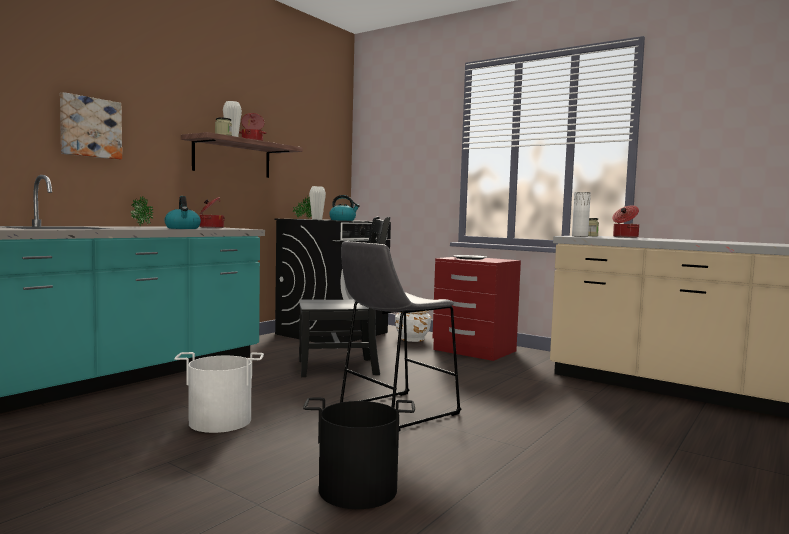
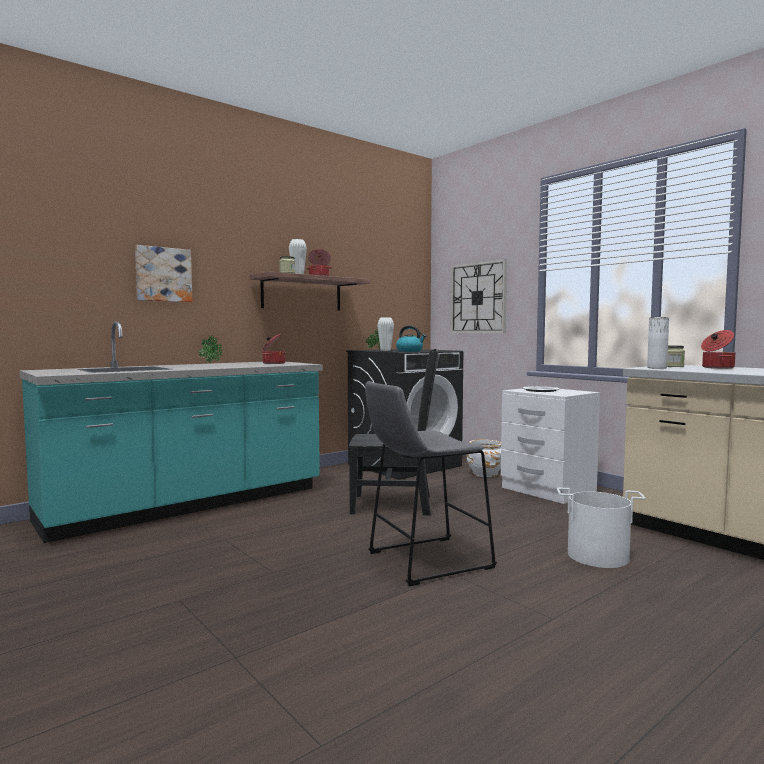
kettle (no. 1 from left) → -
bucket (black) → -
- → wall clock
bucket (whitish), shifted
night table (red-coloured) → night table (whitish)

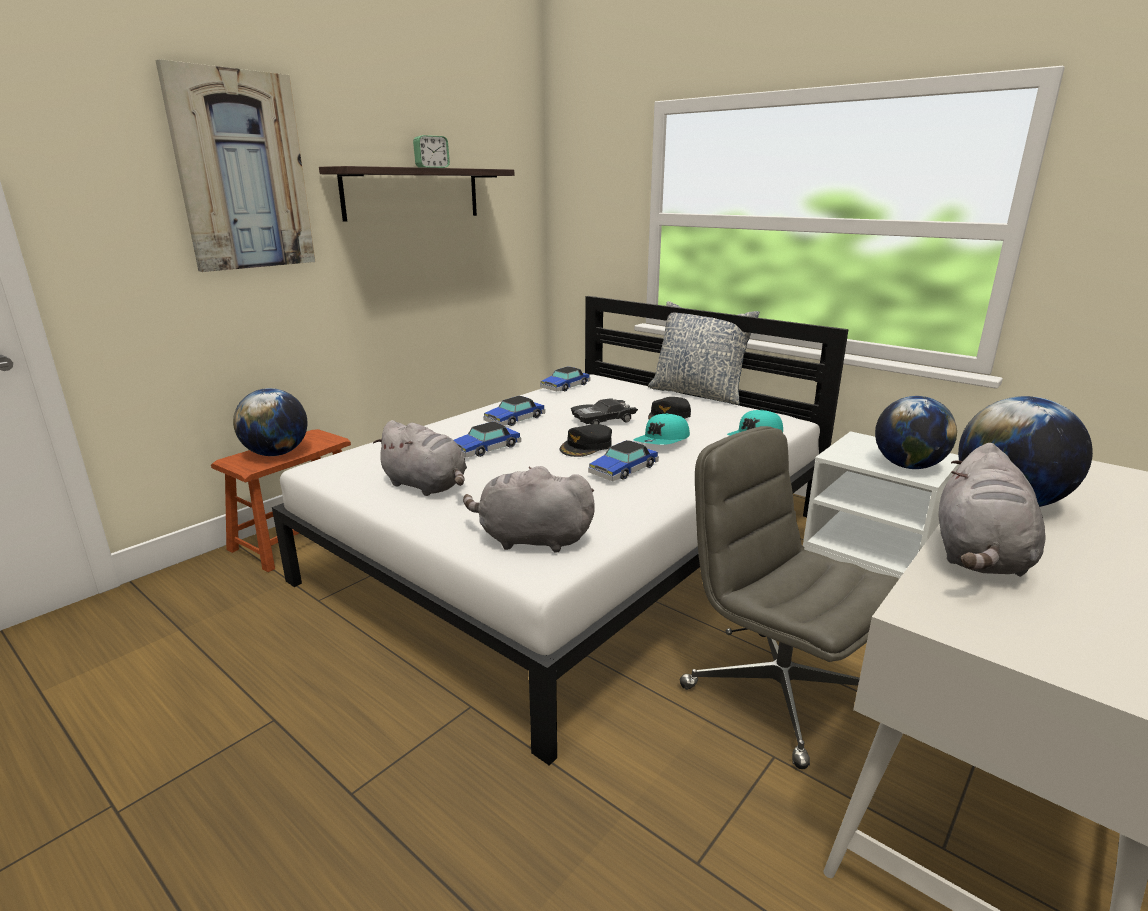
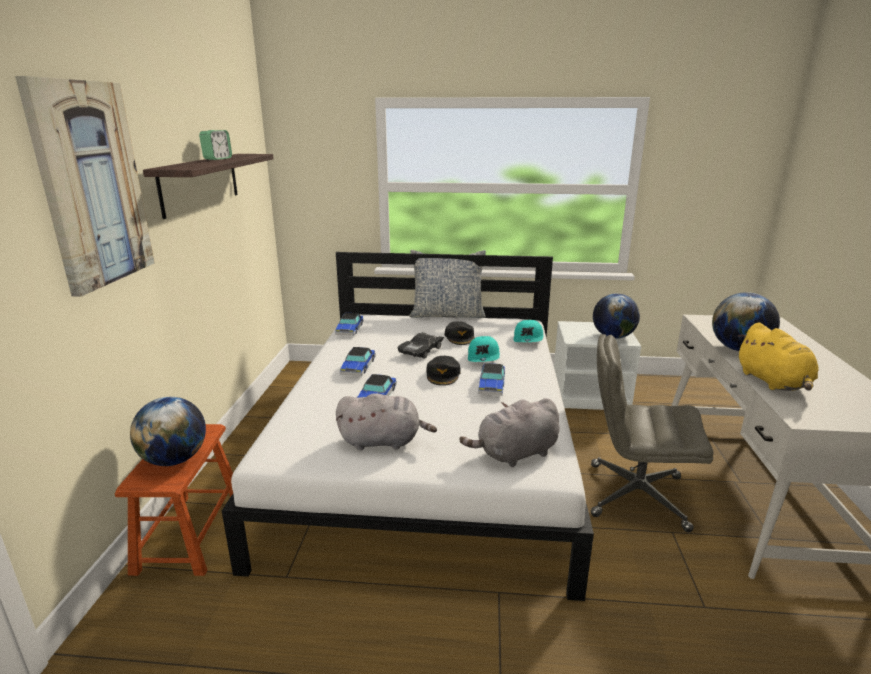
cuddly toy (greyish) (no. 3 from left) → cuddly toy (yellow-coloured)

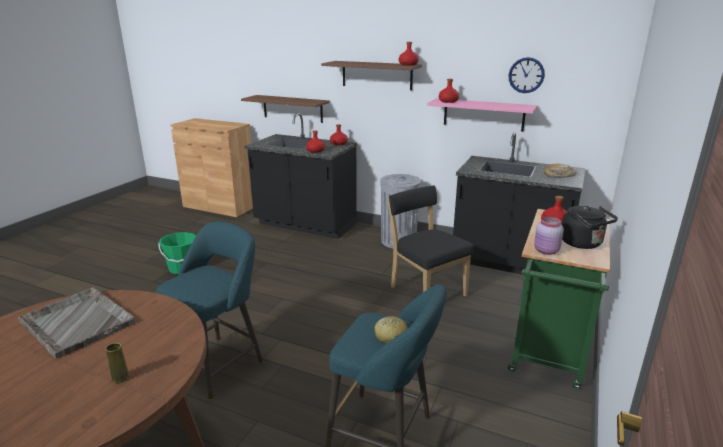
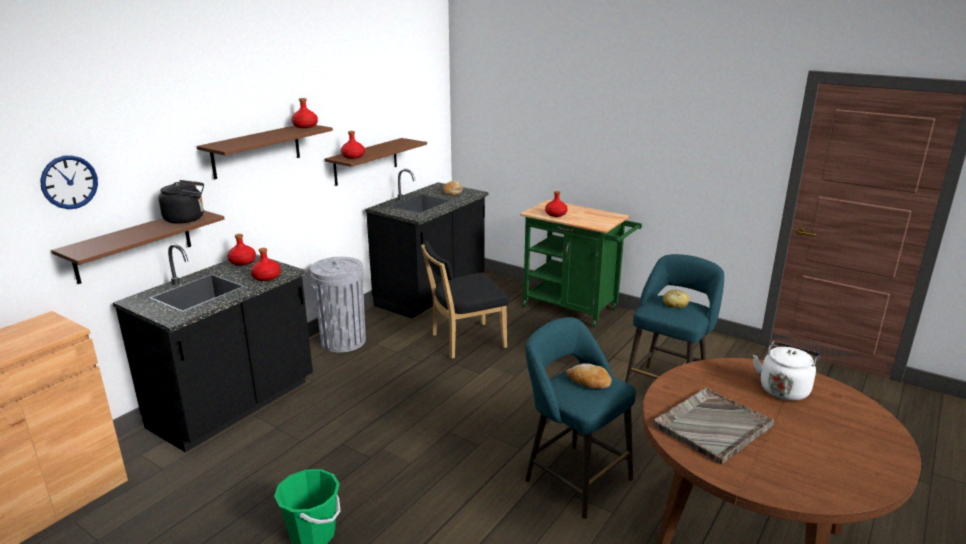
preserve jar (pink-coloured) → -
- → bread (no. 2 from left)
wall clock, shifted
kettle (black), shifted
vase (yellow-coloured) → kettle (whitish)
wall shelf (pink-coloured) → wall shelf (brownish) (no. 3 from left)

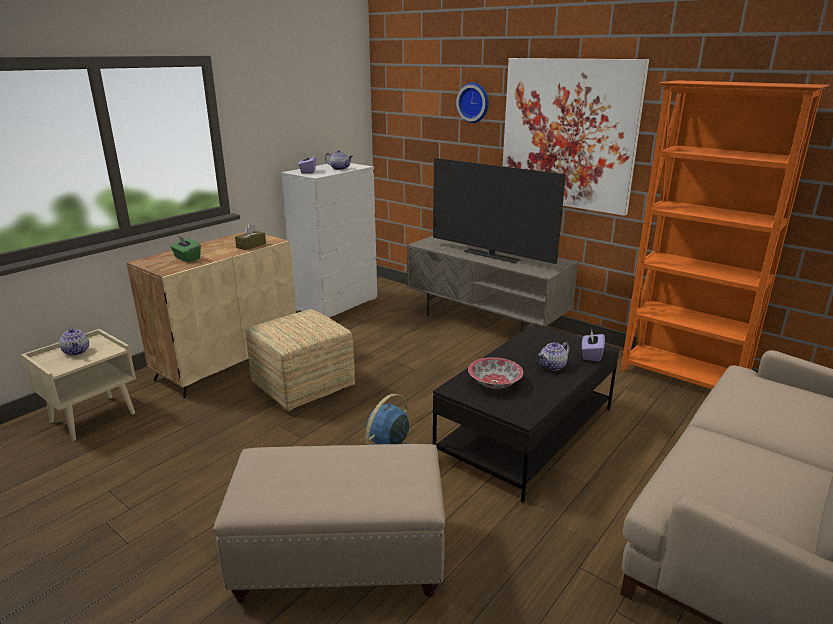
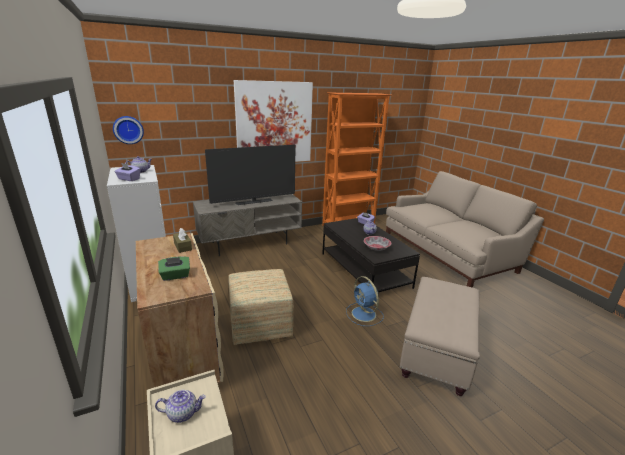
wall clock, shifted

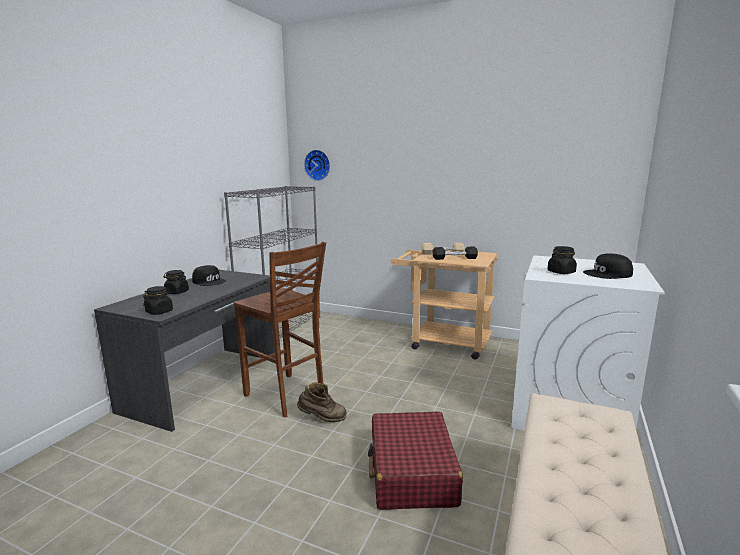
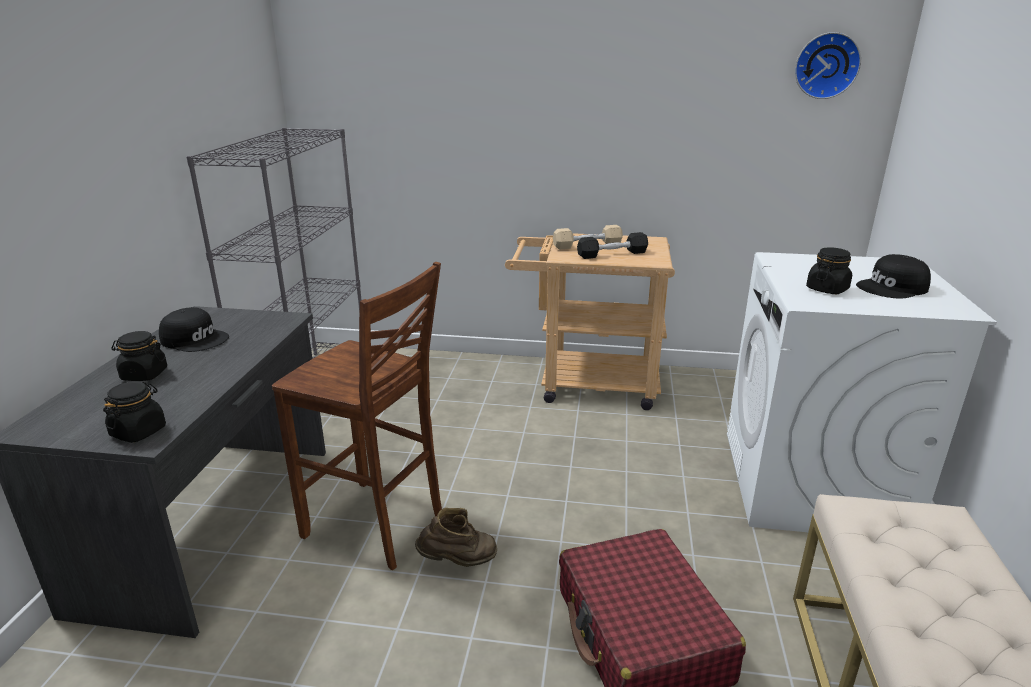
wall clock, shifted

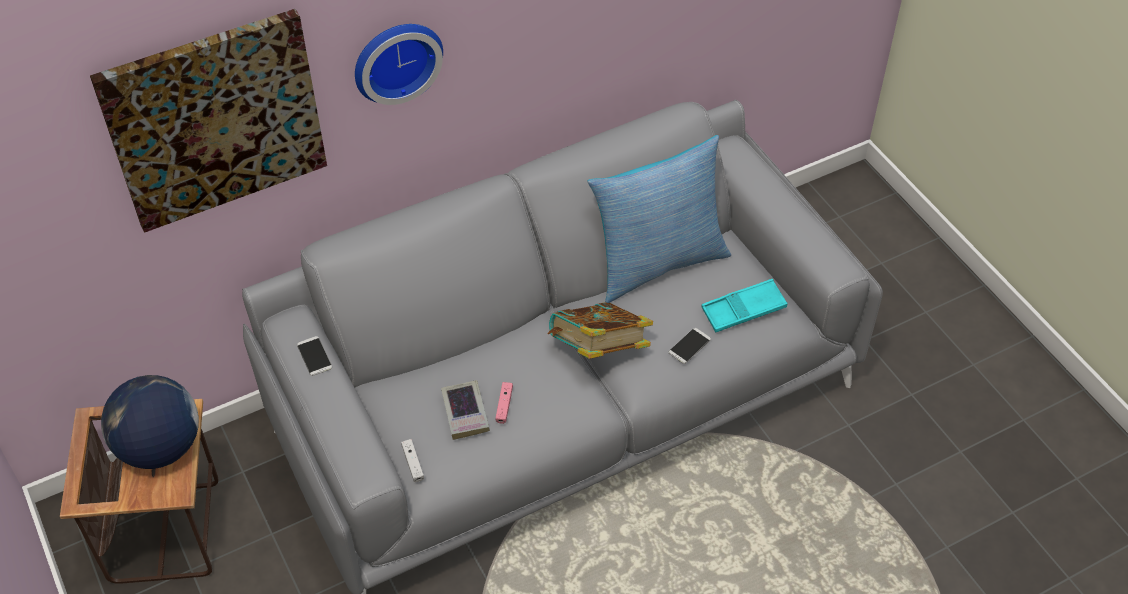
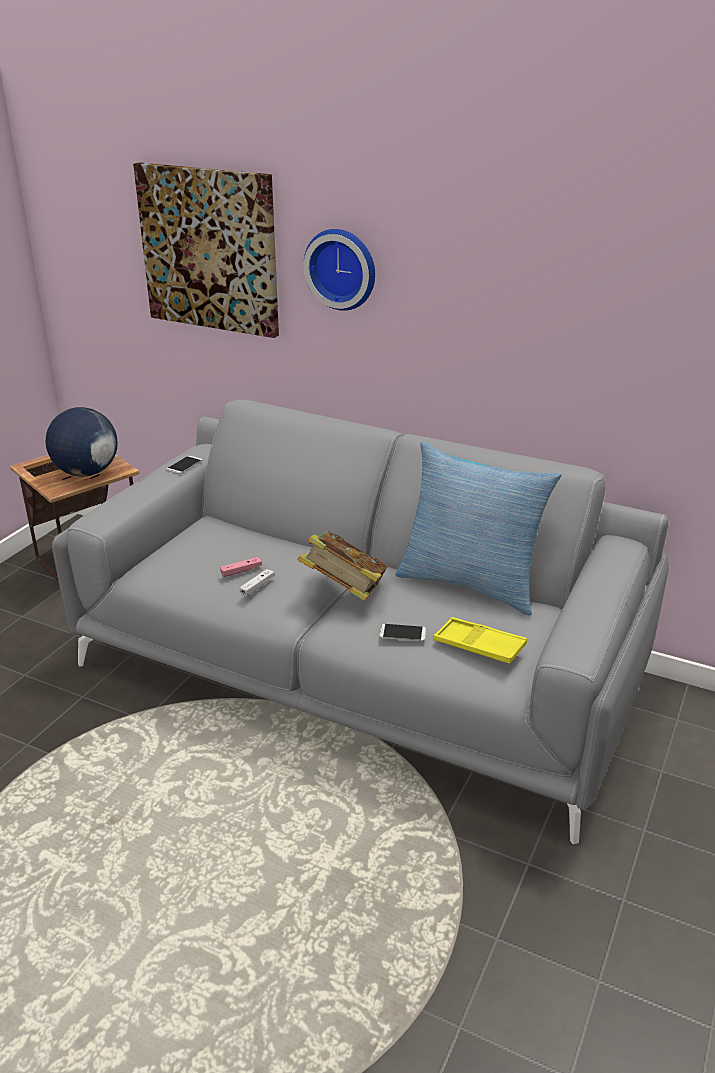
book (no. 1 from left) → -
gamepad (whitish), shifted
tray (turquoise-coloured) → tray (yellow-coloured)

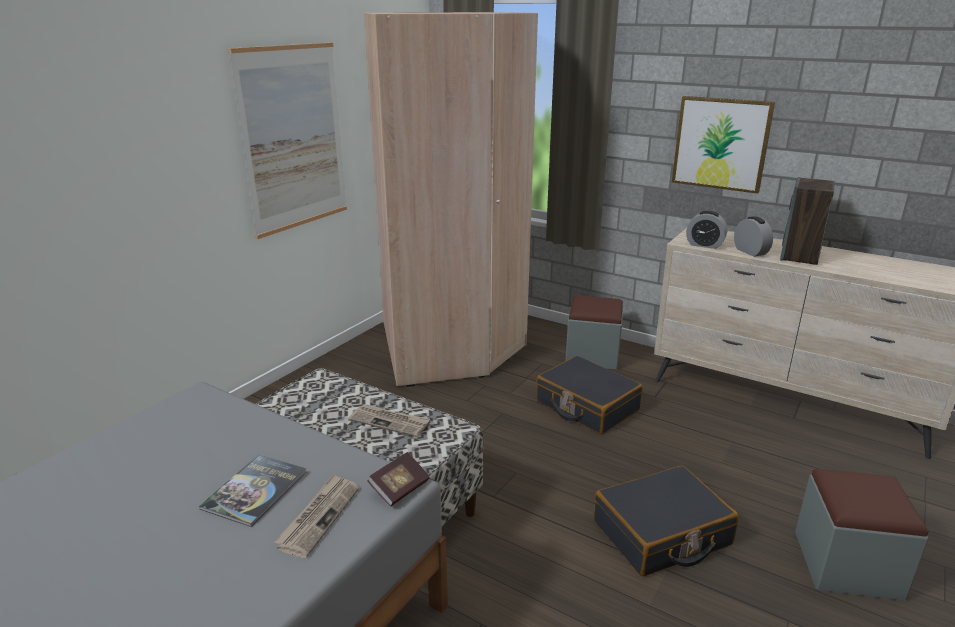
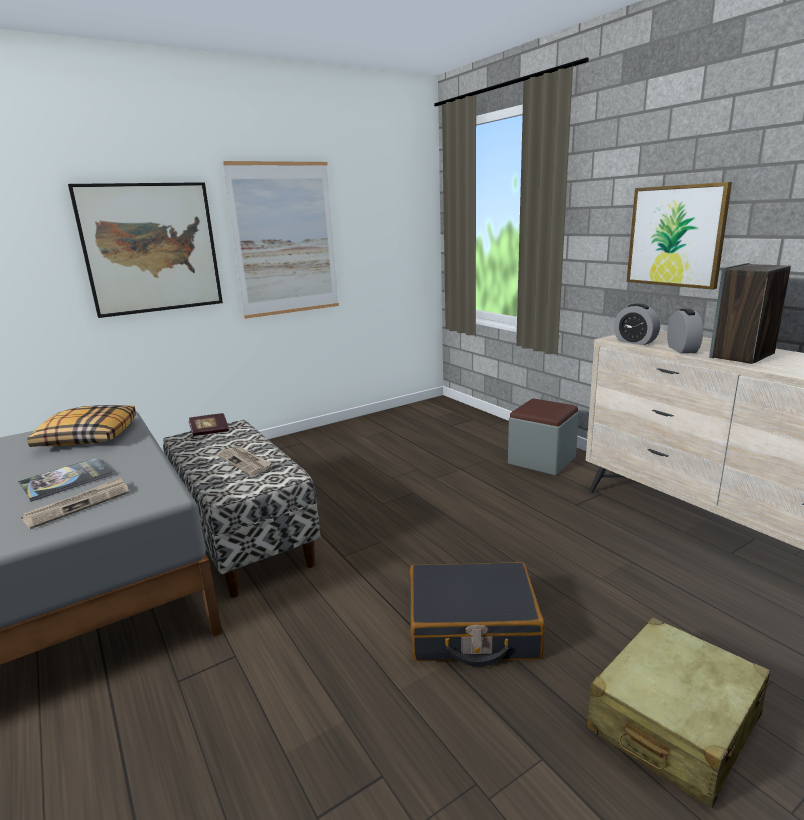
wardrobe (beige-coloured) → -
travel case (black) (no. 1 from left) → -
- → cushion
- → wall picture (no. 1 from left)
book (no. 2 from left), shifted
ottoman (greyish) (no. 2 from left) → travel case (beige-coloured)

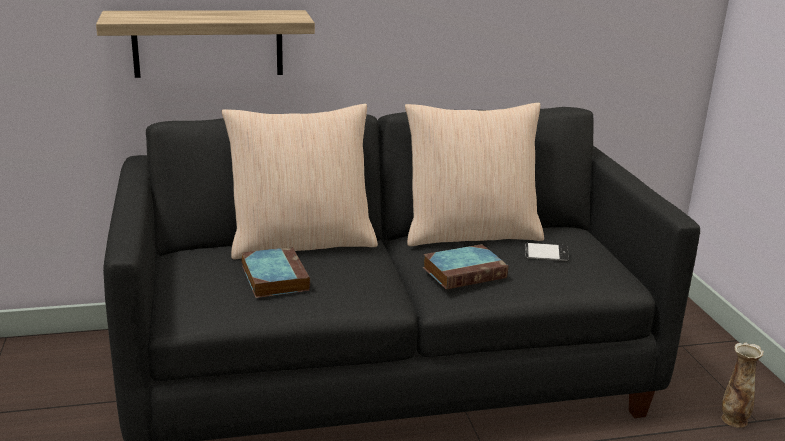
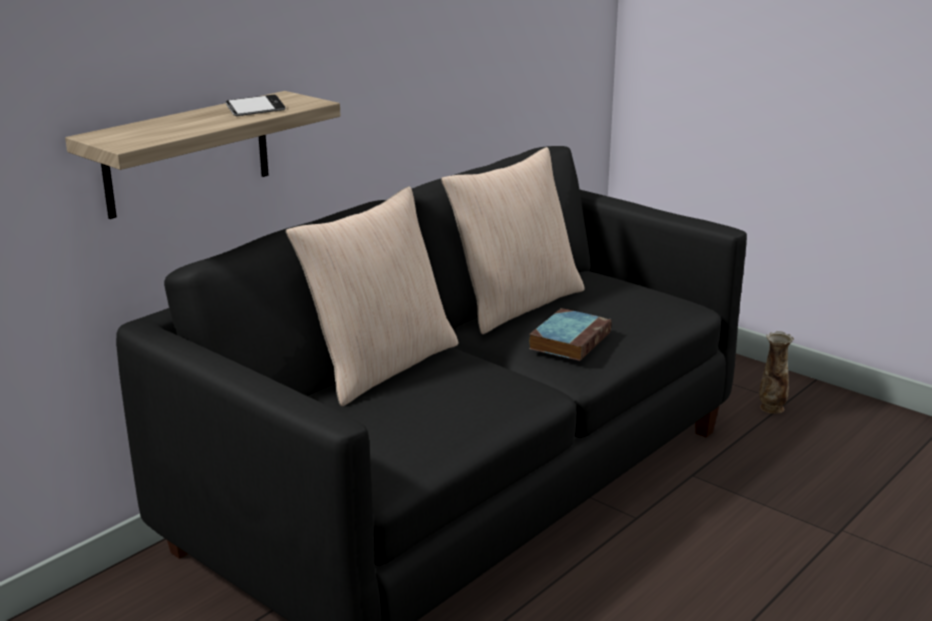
book (no. 1 from left) → -
handset, shifted

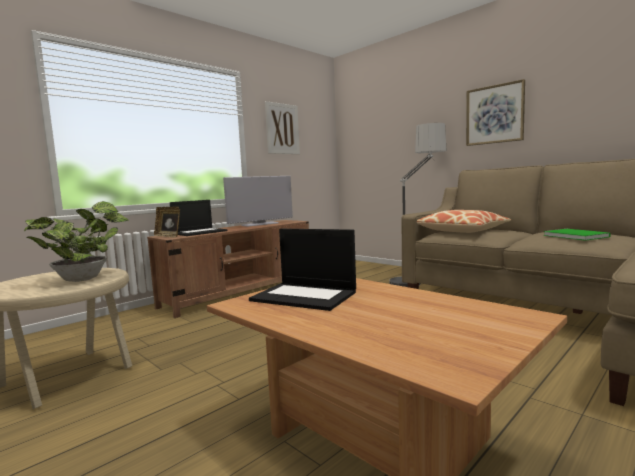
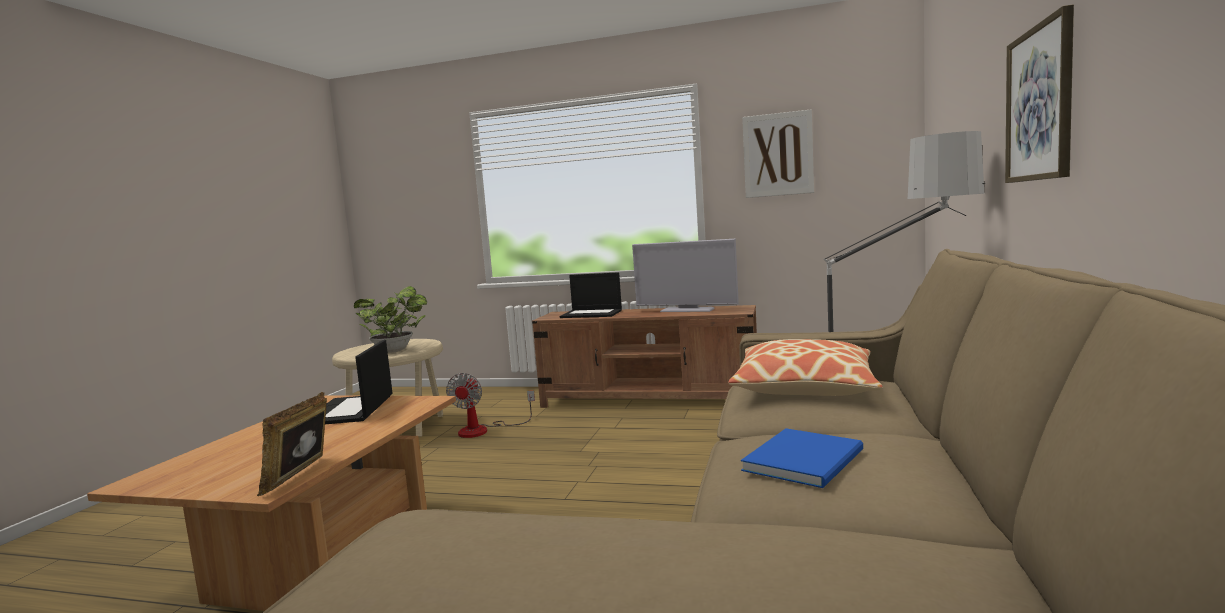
- → cooling fan
picture frame, shifted
book (green) → book (bluish)

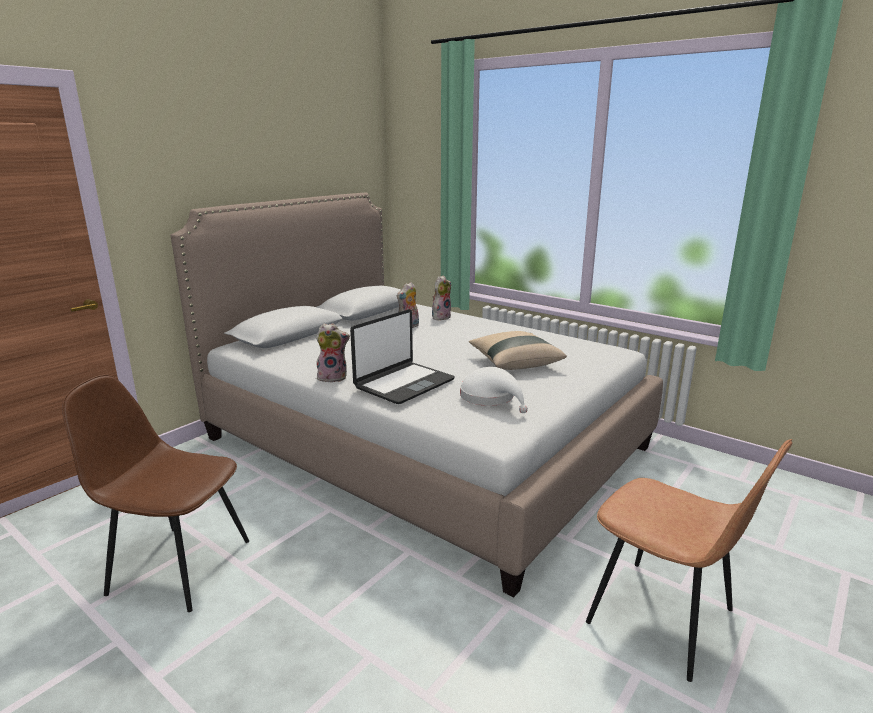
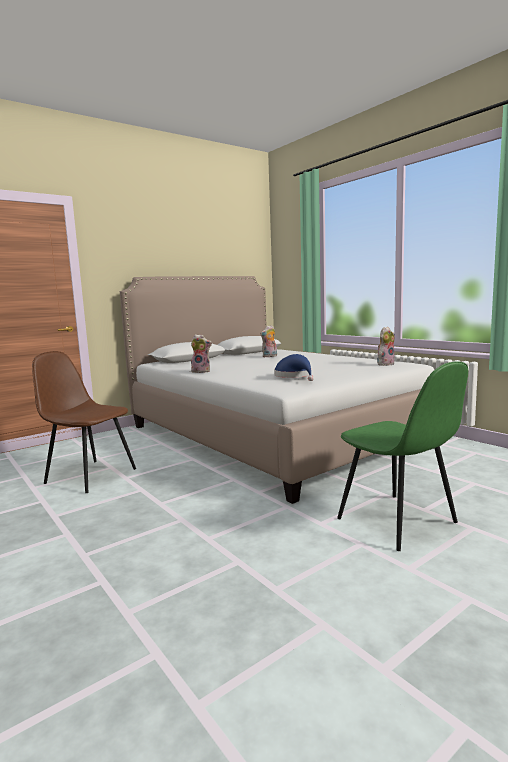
portable computer → -
cushion (beige-coloured) → -
cuddly toy (no. 3 from left), shifted
wearable hat (whitish) → wearable hat (bluish)
upright chair (brownish) (no. 2 from left) → upright chair (green)

